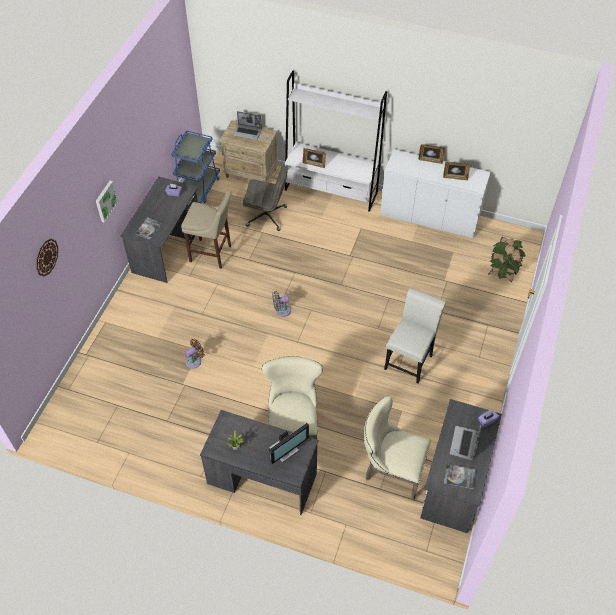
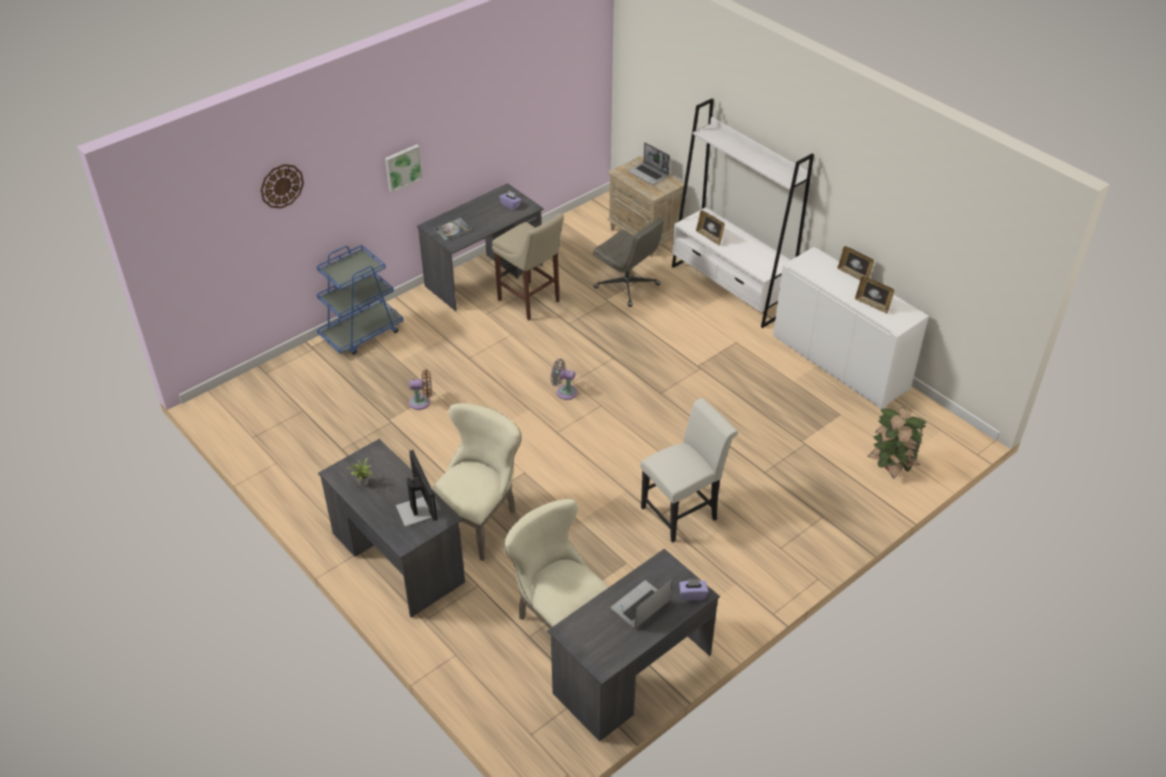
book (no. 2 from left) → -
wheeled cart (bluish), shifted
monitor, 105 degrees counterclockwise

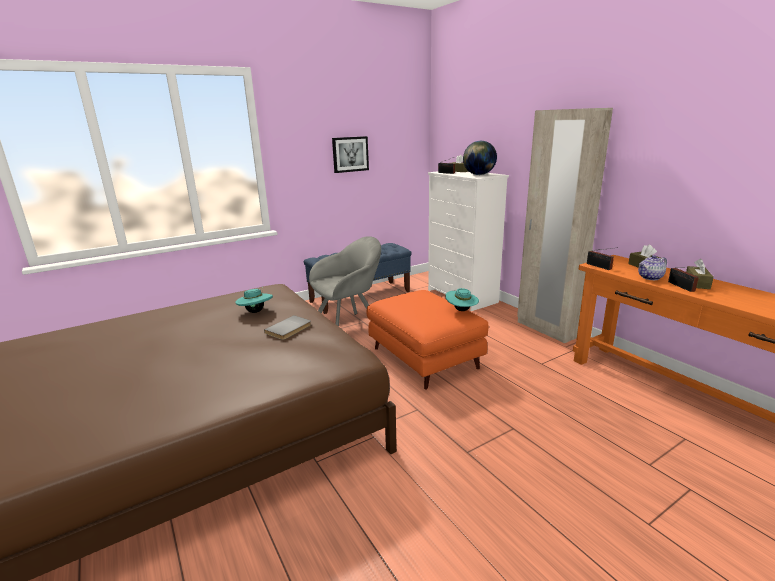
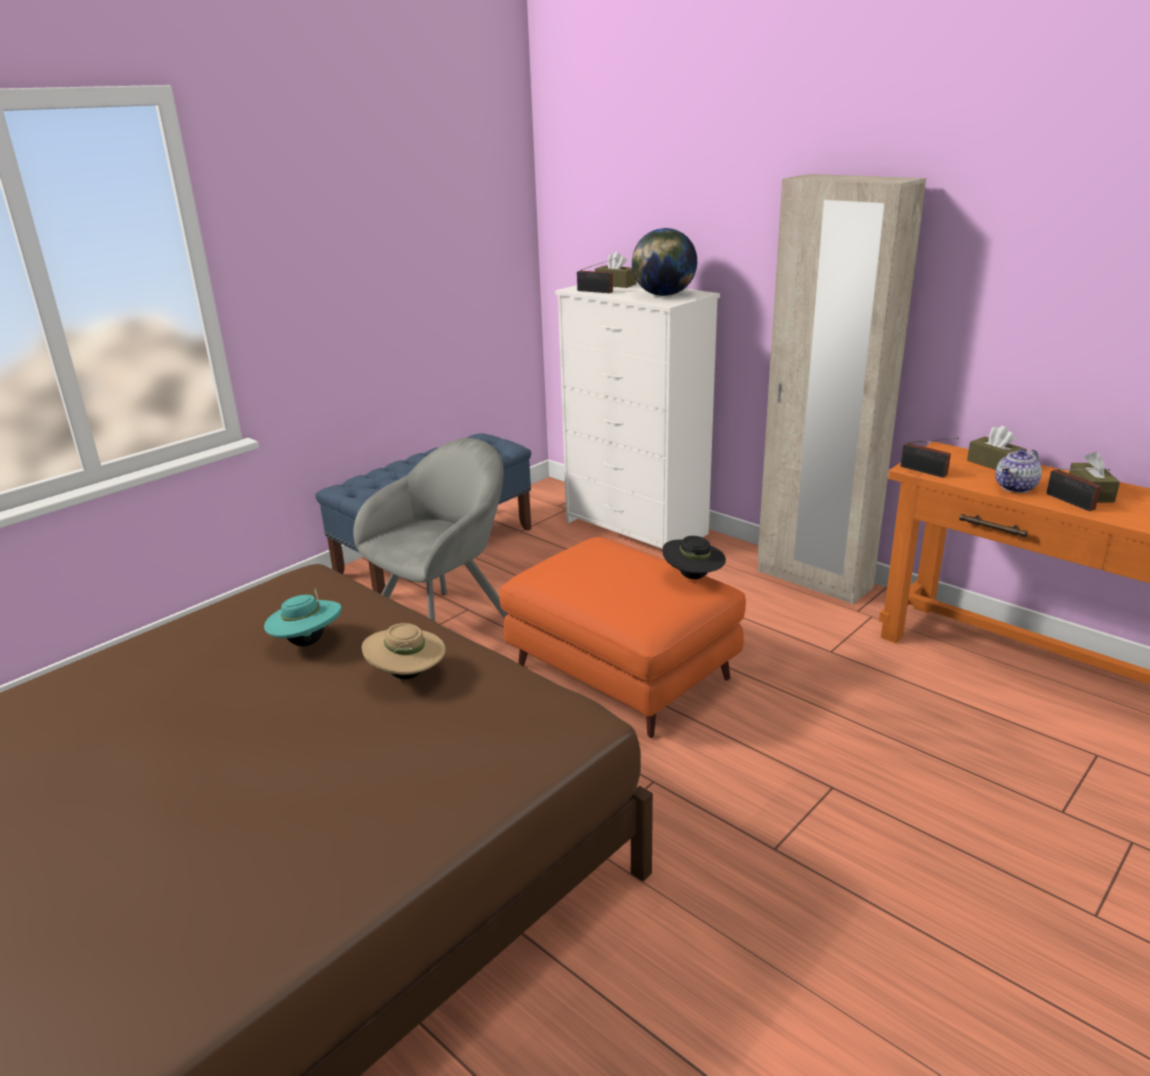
wall picture → -
book (greyish) → wearable hat (beige-coloured)
wearable hat (turquoise-coloured) (no. 2 from left) → wearable hat (black)

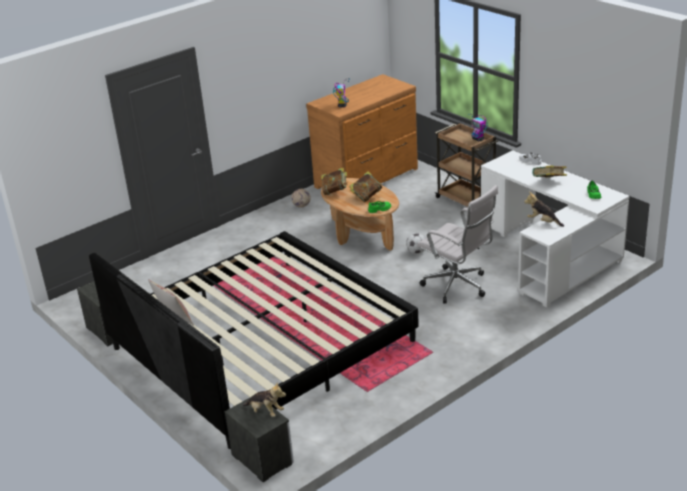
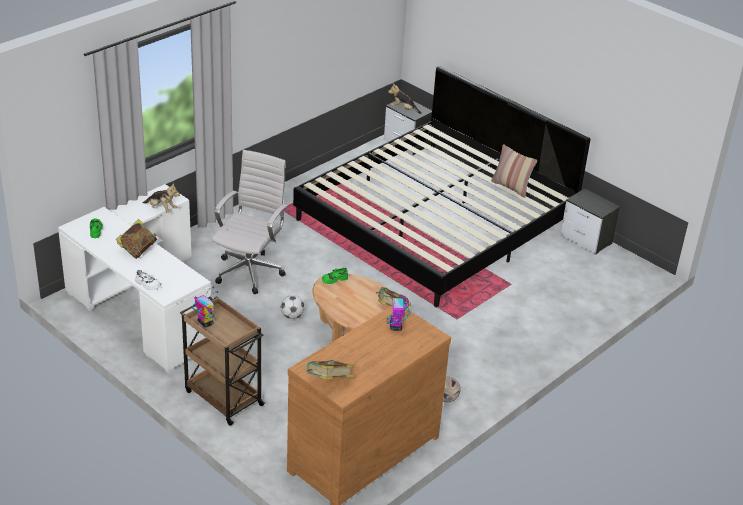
book (no. 2 from left), shifted
office chair (whitish), 75 degrees clockwise

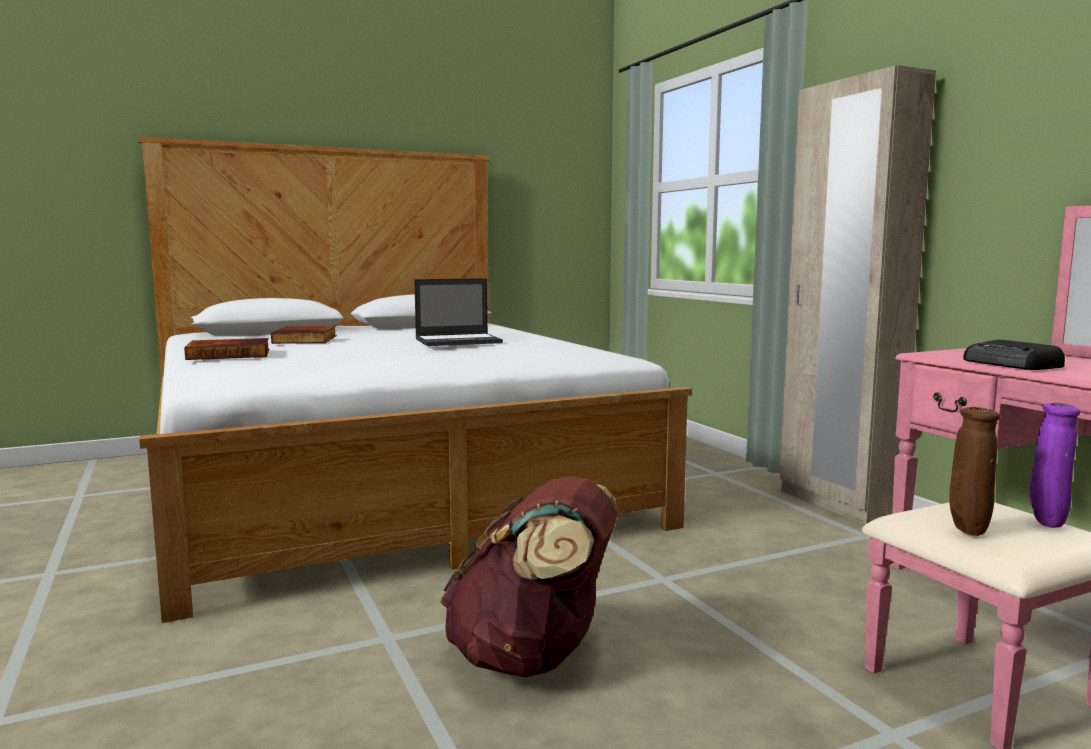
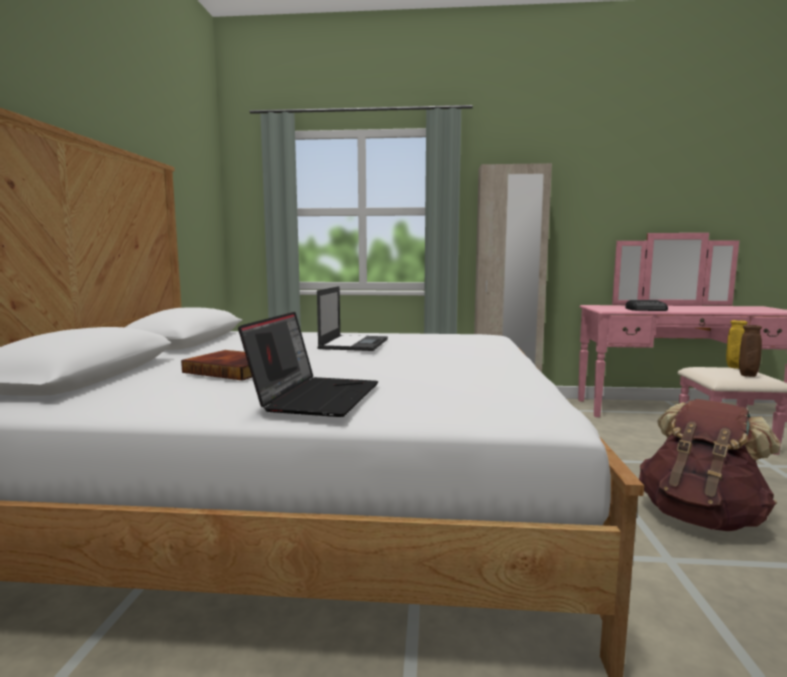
book (no. 1 from left) → portable computer (no. 1 from left)
vase (purplish) → vase (yellow-coloured)

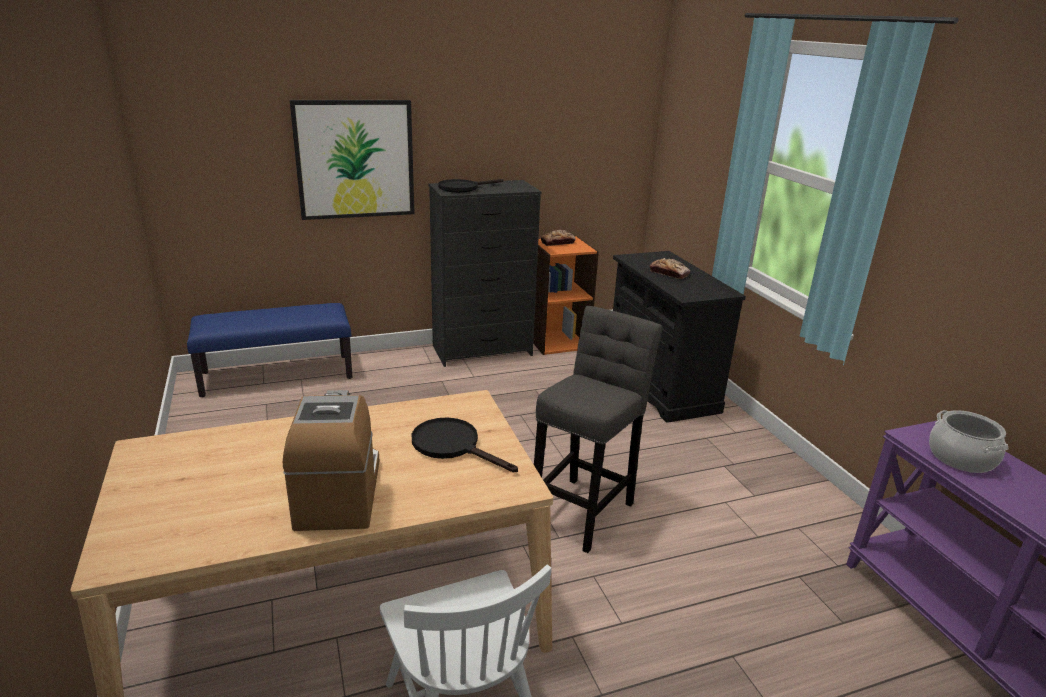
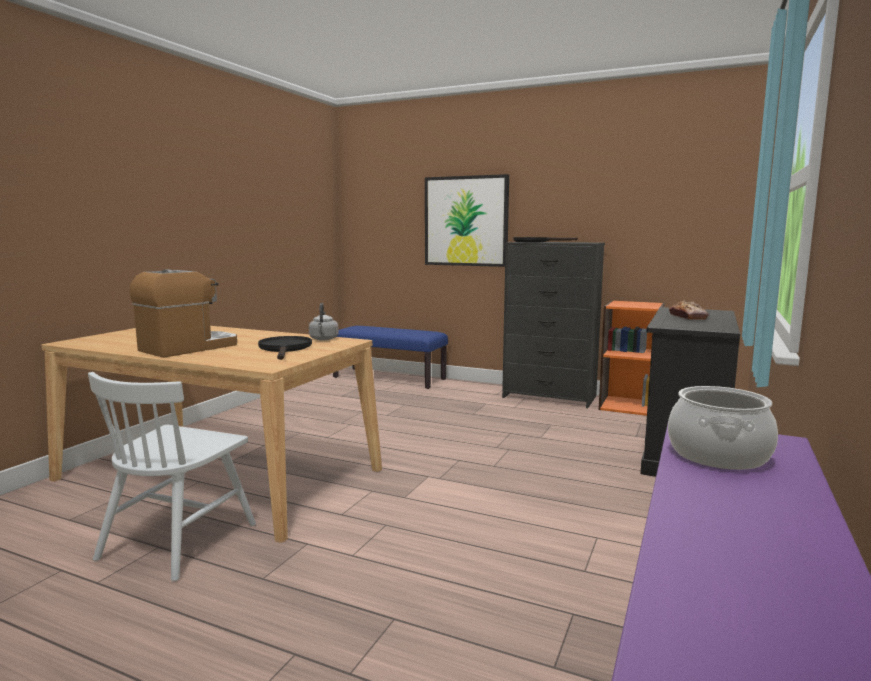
stool seat (greyish) → -
bread (no. 1 from left) → -
- → kettle (greyish)

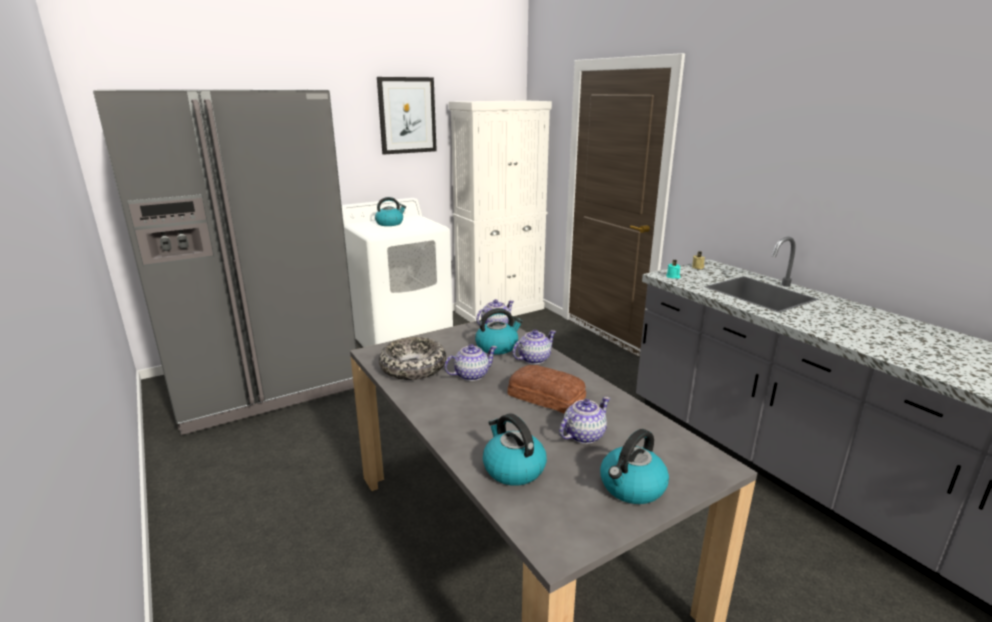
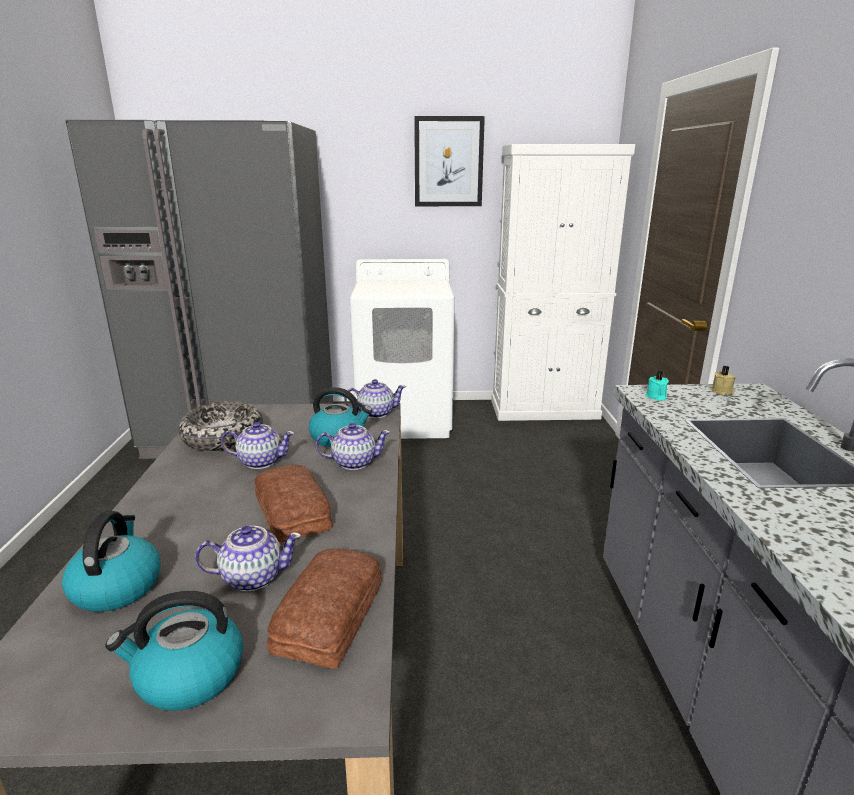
kettle (no. 1 from left) → -
- → bread (no. 2 from left)

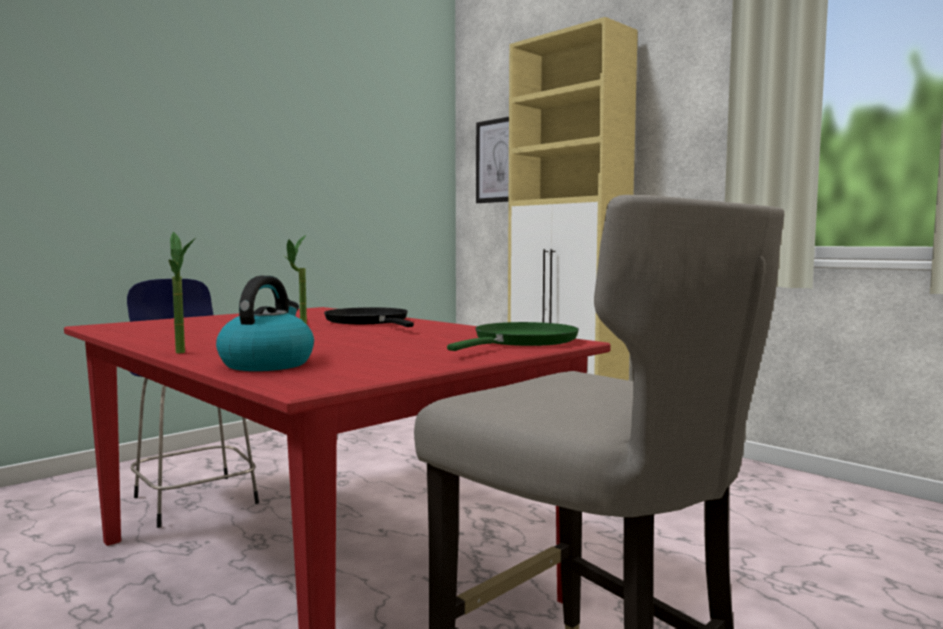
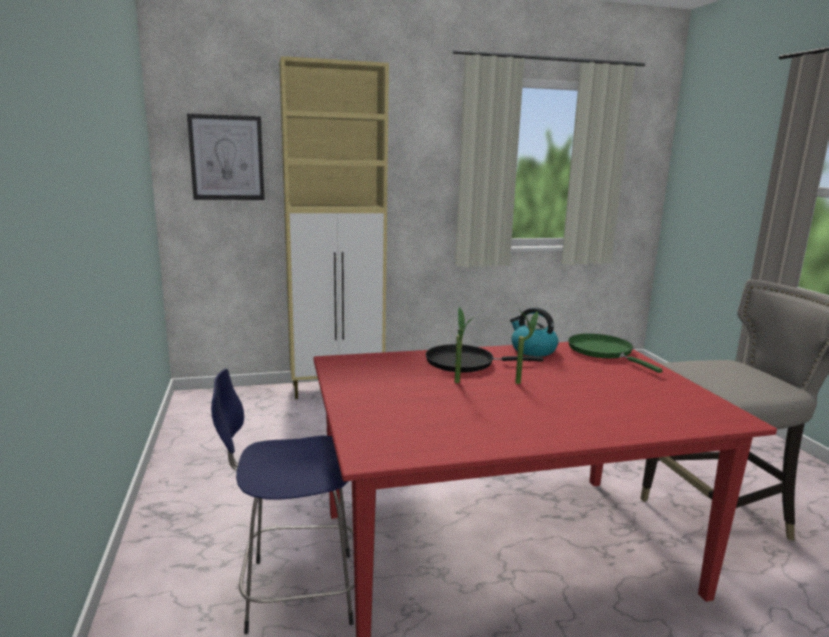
plant in a pot (no. 1 from left in the first image) → plant in a pot (no. 2 from left), shifted
kettle, shifted

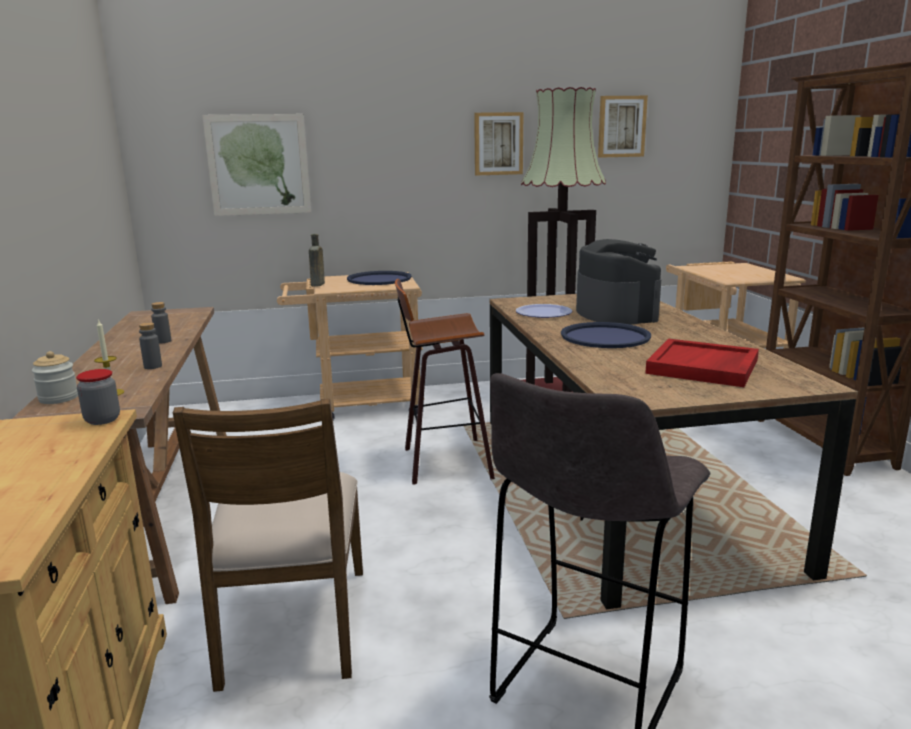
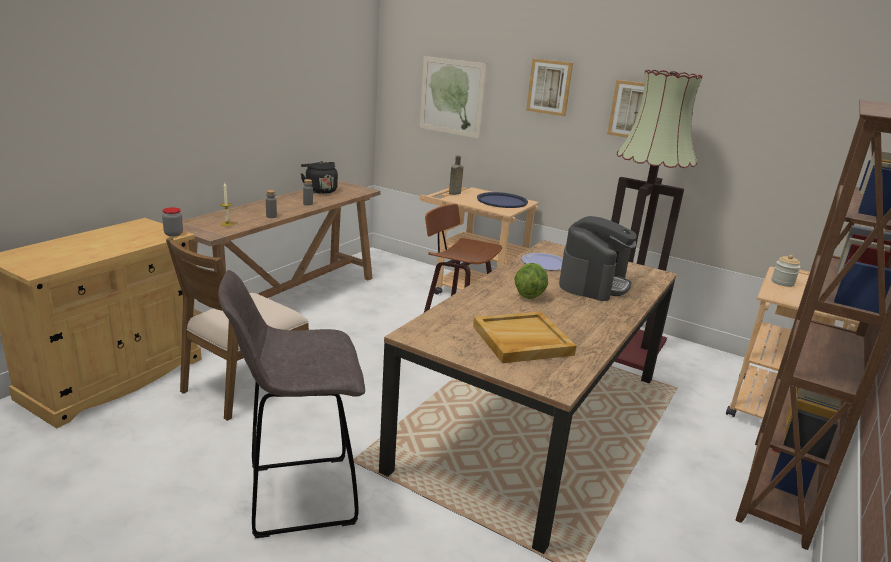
- → kettle (black)
preserve jar (no. 1 from left in the first image) → preserve jar (no. 2 from left), shifted
wall picture (no. 3 from left in the first image) → wall picture (no. 2 from left), shifted
tray (bluish) (no. 2 from left) → lettuce head
tray (red-coloured) → tray (beige-coloured)

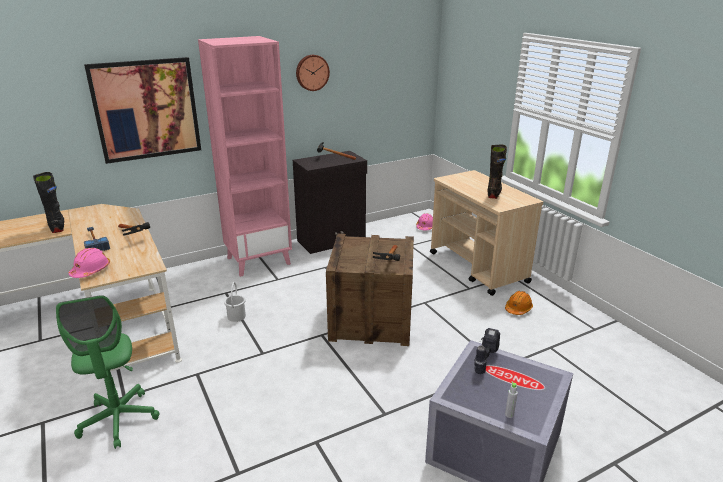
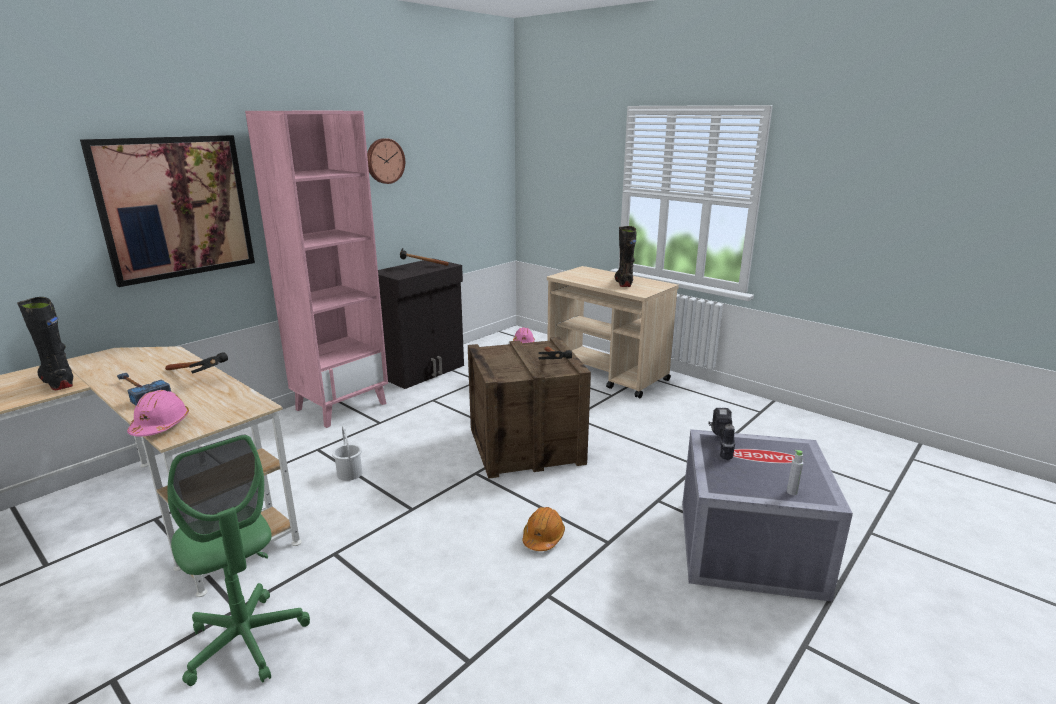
safety helmet (orangey), shifted

